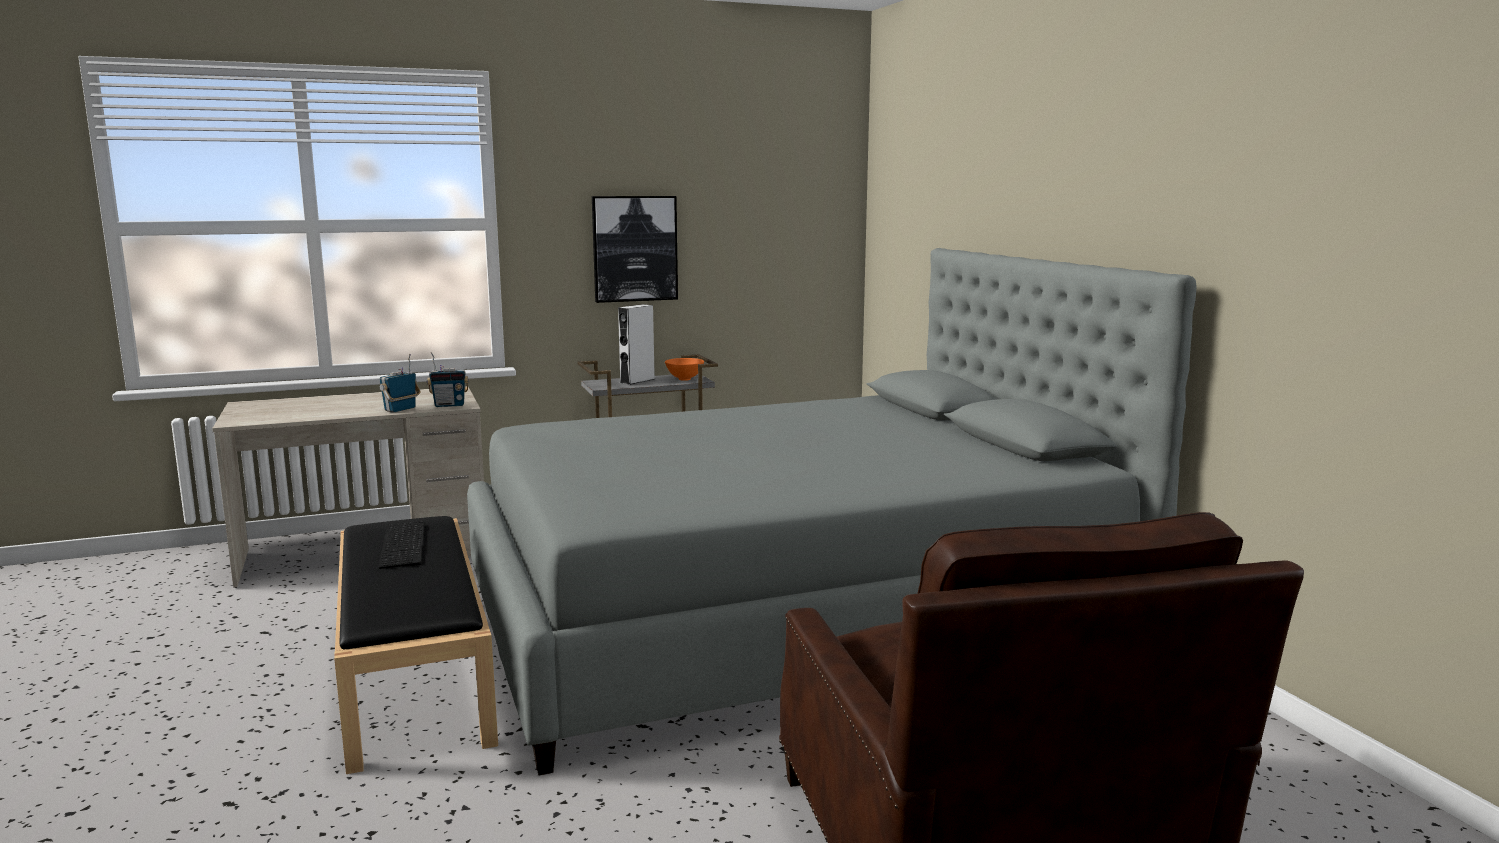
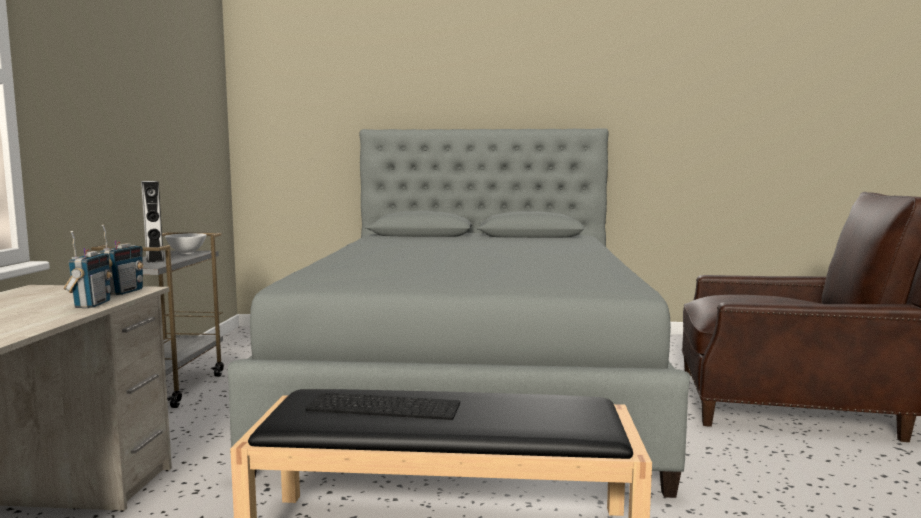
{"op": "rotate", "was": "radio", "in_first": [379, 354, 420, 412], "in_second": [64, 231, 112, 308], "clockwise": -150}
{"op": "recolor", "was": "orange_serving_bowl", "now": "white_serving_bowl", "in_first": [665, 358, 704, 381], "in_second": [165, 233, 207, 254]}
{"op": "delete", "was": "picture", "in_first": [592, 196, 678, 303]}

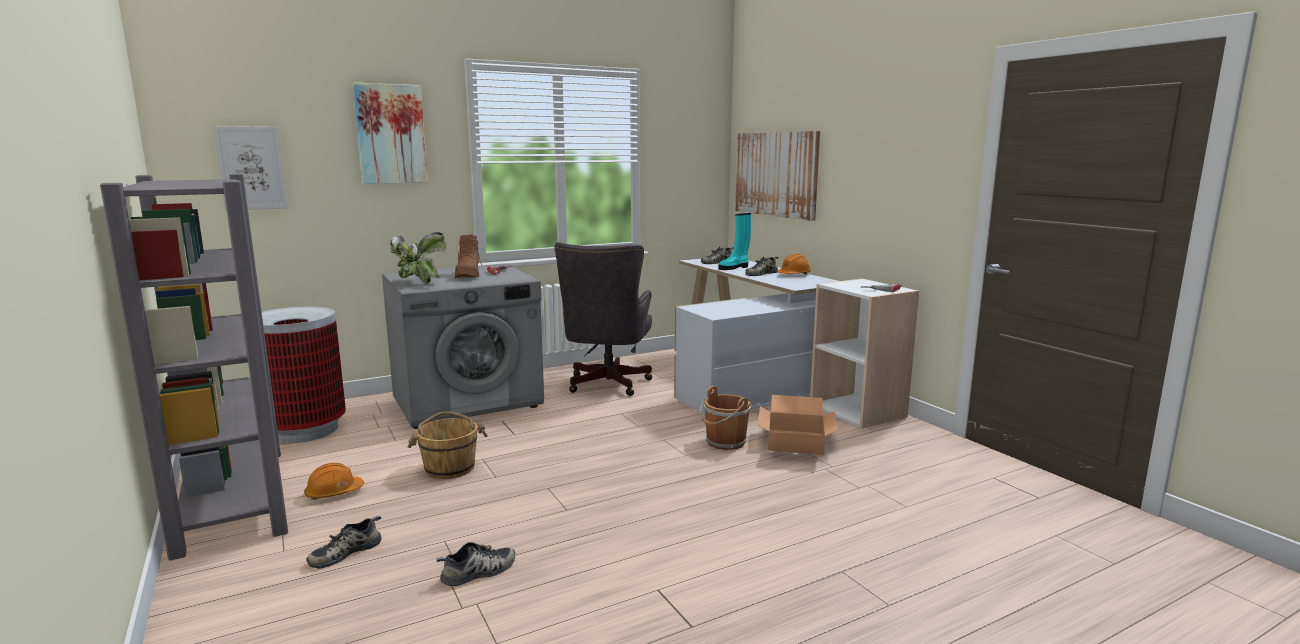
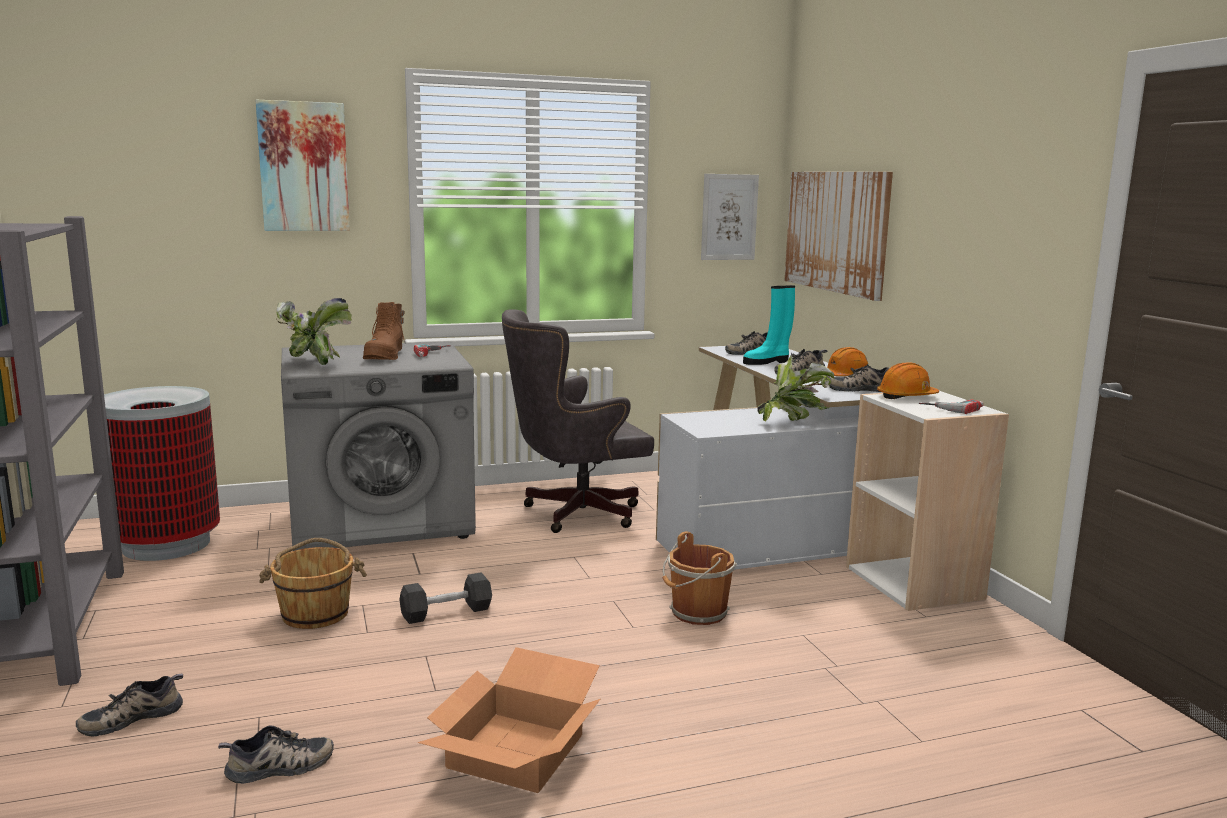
{"op": "insert", "now": "black_free_weight", "in_second": [400, 572, 492, 624]}
{"op": "move", "was": "packing_box", "in_first": [758, 395, 838, 455], "in_second": [418, 647, 600, 793]}
{"op": "rotate", "was": "grey_computer_chair", "in_first": [554, 242, 652, 396], "in_second": [502, 310, 654, 533], "clockwise": 45}
{"op": "move", "was": "picture", "in_first": [213, 126, 288, 211], "in_second": [701, 174, 759, 260]}
{"op": "insert", "now": "potted_plant", "in_second": [758, 352, 834, 422]}
{"op": "insert", "now": "low_shoe", "in_second": [829, 364, 889, 392]}
{"op": "move", "was": "orange_safety_helmet", "in_first": [304, 463, 364, 500], "in_second": [877, 362, 939, 399]}

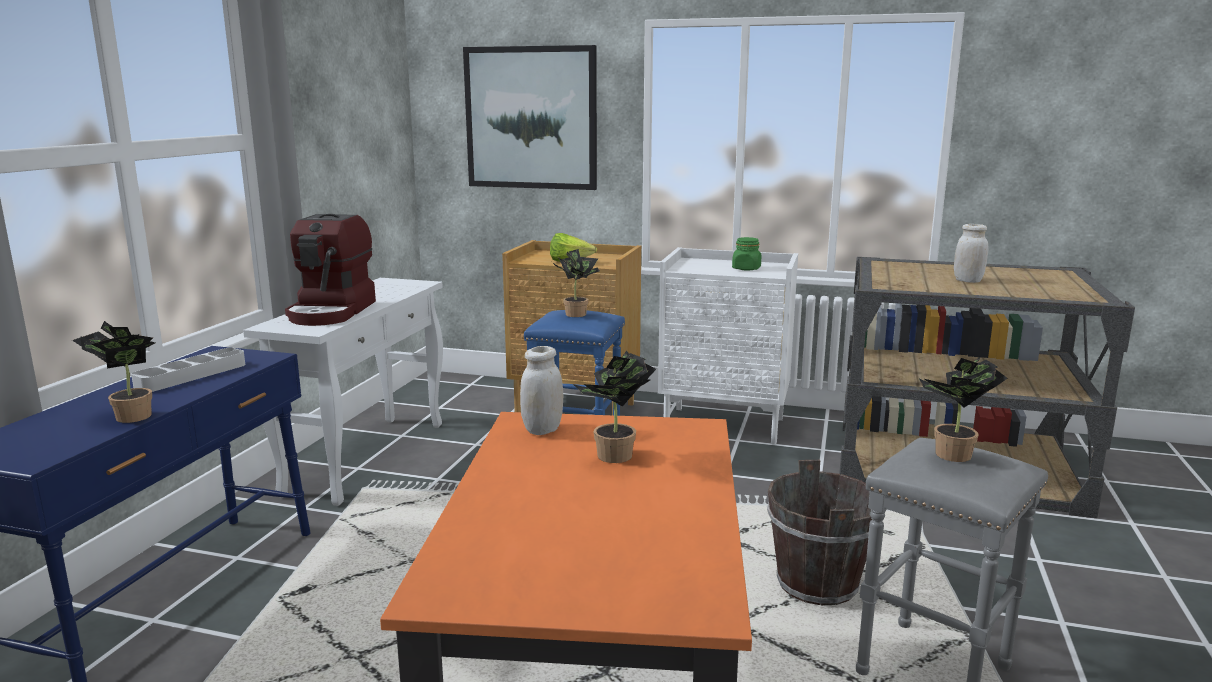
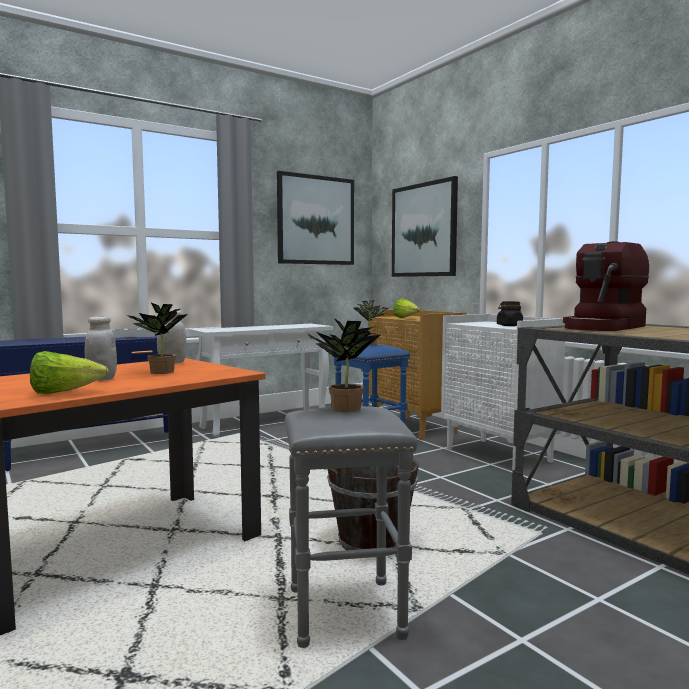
{"op": "insert", "now": "lettuce", "in_second": [30, 351, 109, 394]}
{"op": "move", "was": "white_preserve_jar", "in_first": [954, 224, 989, 283], "in_second": [85, 316, 117, 381]}
{"op": "insert", "now": "picture", "in_second": [277, 171, 354, 265]}
{"op": "recolor", "was": "green_preserve_jar", "now": "black_preserve_jar", "in_first": [732, 237, 761, 271], "in_second": [497, 301, 523, 326]}
{"op": "move", "was": "coffee_brewer", "in_first": [285, 214, 376, 326], "in_second": [563, 241, 649, 331]}
{"op": "delete", "was": "potted_plant", "in_first": [72, 321, 155, 423]}

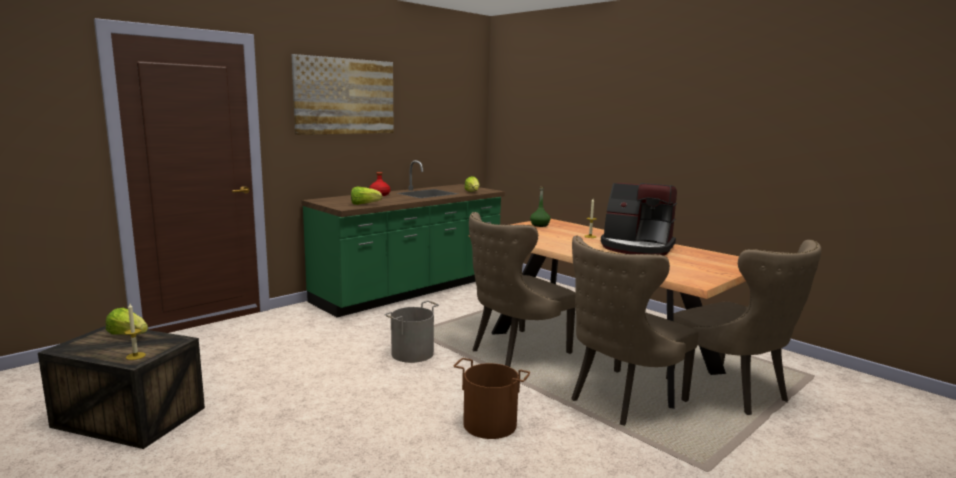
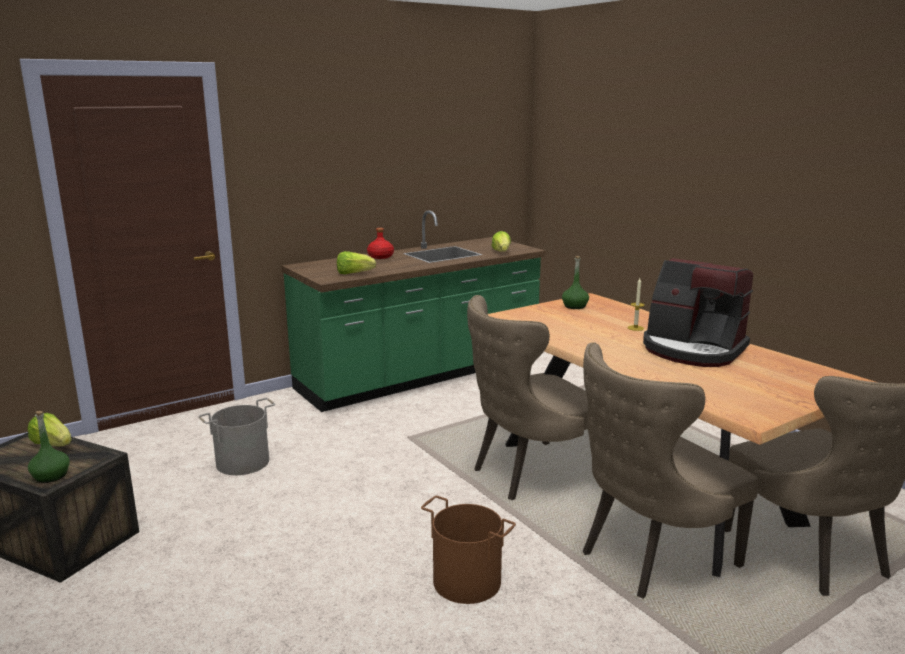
{"op": "replace", "was": "wax_light", "now": "green_drink_bottle", "in_first": [124, 304, 146, 360], "in_second": [28, 411, 70, 483]}
{"op": "move", "was": "grey_bucket", "in_first": [384, 301, 439, 363], "in_second": [198, 398, 275, 475]}
{"op": "delete", "was": "picture", "in_first": [291, 54, 394, 135]}

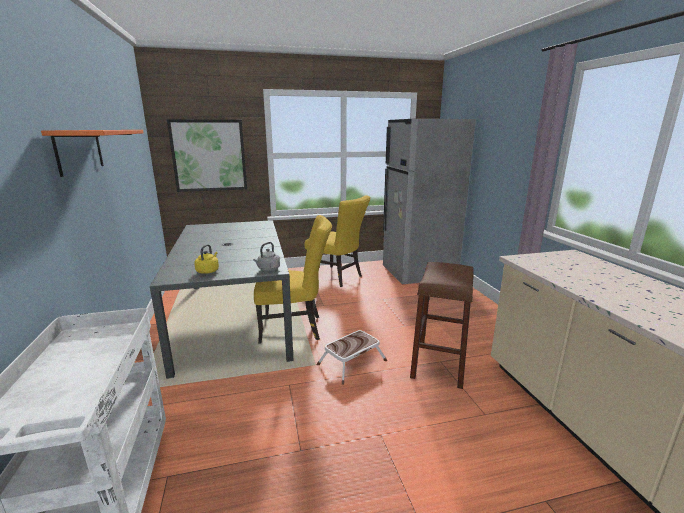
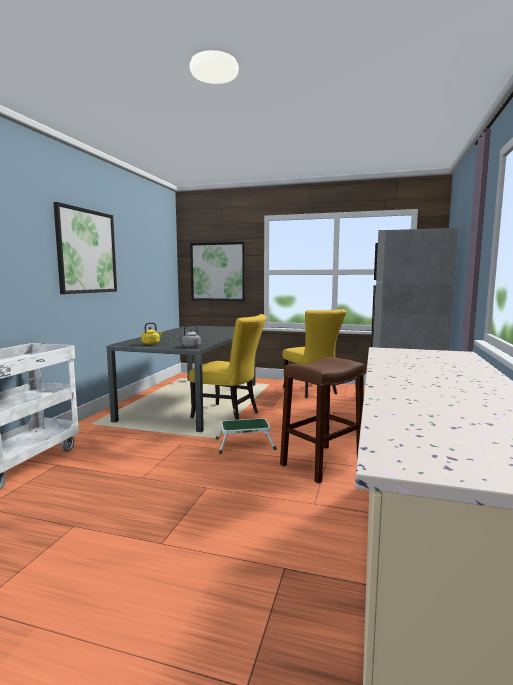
{"op": "replace", "was": "orange_bracket_shelf", "now": "picture", "in_first": [41, 130, 144, 177], "in_second": [53, 202, 117, 294]}
{"op": "recolor", "was": "brown-coloured_step_ladder", "now": "green_step_ladder", "in_first": [317, 330, 387, 385], "in_second": [216, 418, 277, 454]}

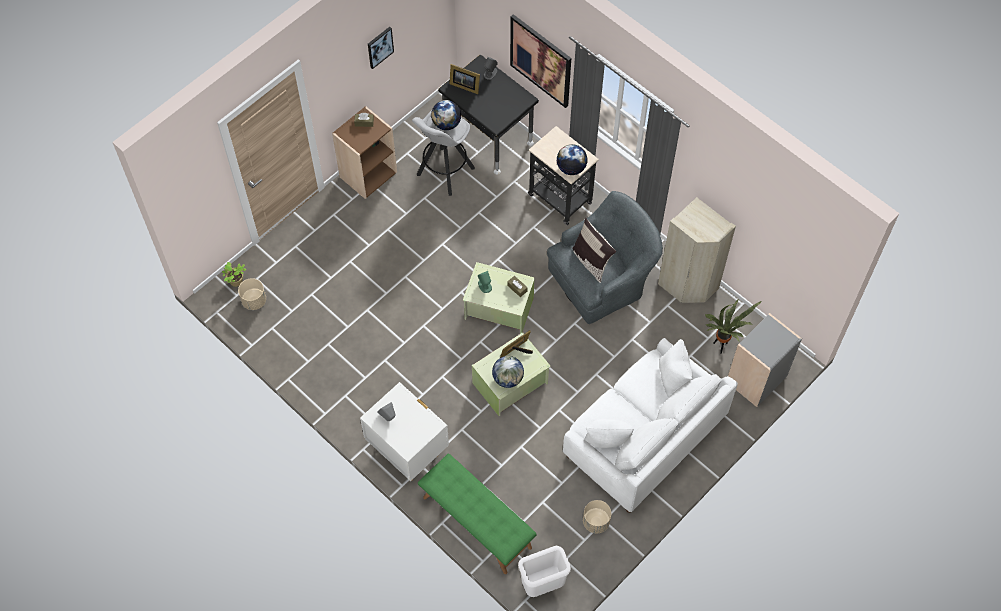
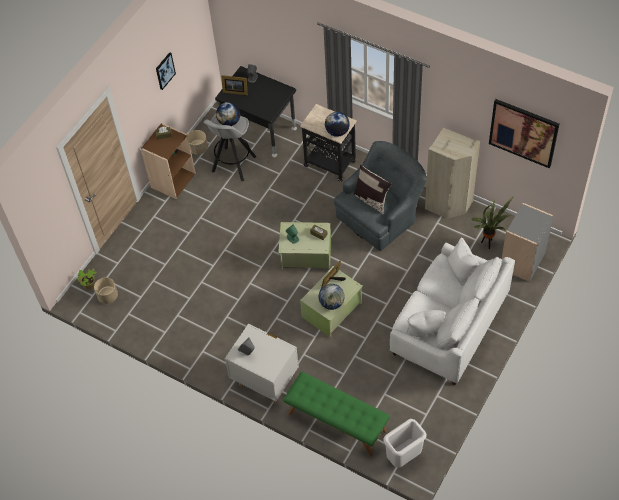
{"op": "move", "was": "beige-coloured_flower_pot", "in_first": [583, 500, 611, 533], "in_second": [188, 130, 208, 155]}
{"op": "move", "was": "picture", "in_first": [510, 14, 571, 108], "in_second": [489, 99, 559, 169]}

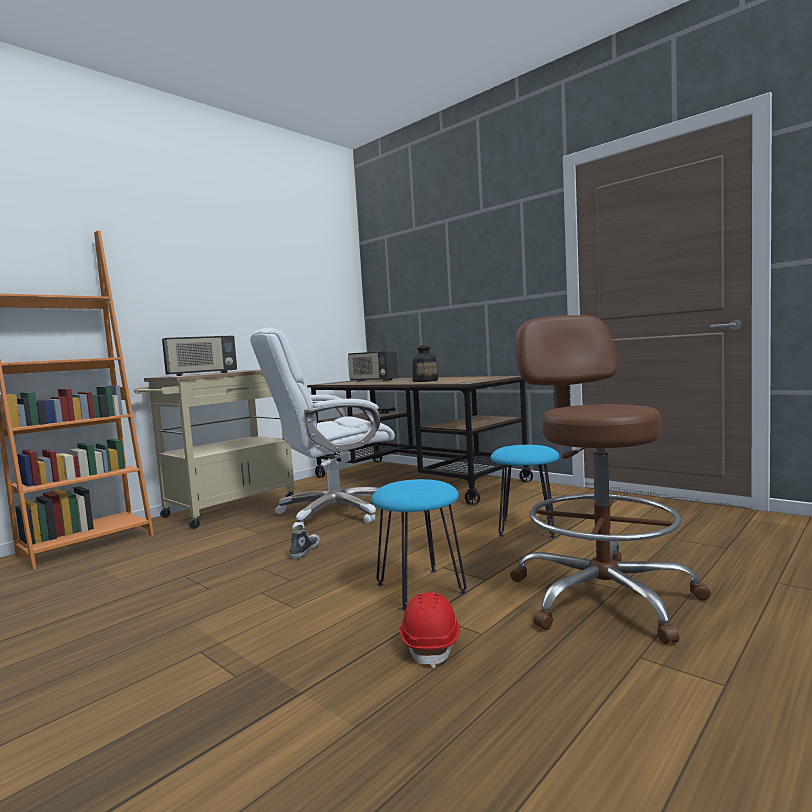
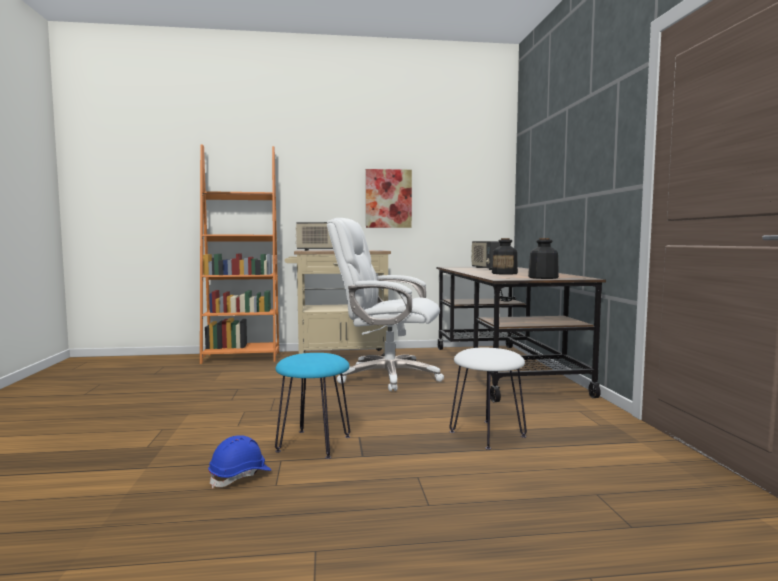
{"op": "recolor", "was": "reddish_safety_helmet", "now": "bluish_safety_helmet", "in_first": [400, 592, 460, 668], "in_second": [208, 435, 271, 489]}
{"op": "insert", "now": "picture", "in_second": [366, 169, 412, 228]}
{"op": "recolor", "was": "blue-green_stool_seat", "now": "white_stool_seat", "in_first": [491, 445, 559, 538], "in_second": [449, 348, 527, 450]}
{"op": "insert", "now": "drink_bottle", "in_second": [528, 238, 559, 279]}
{"op": "delete", "was": "low_shoe", "in_first": [290, 525, 320, 559]}
{"op": "delete", "was": "brown-coloured_stool_seat", "in_first": [510, 315, 711, 644]}

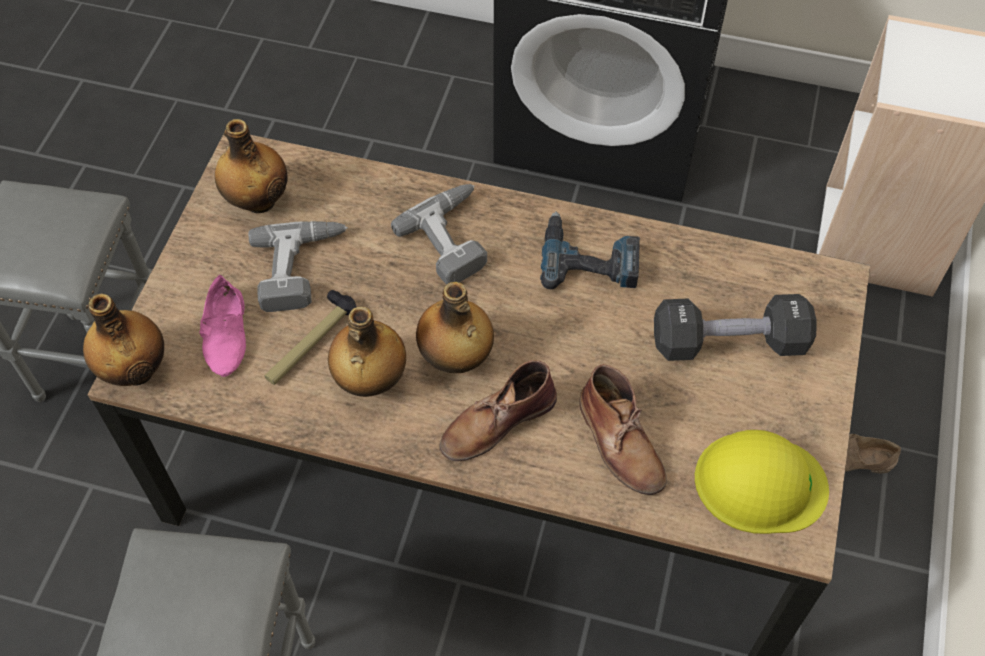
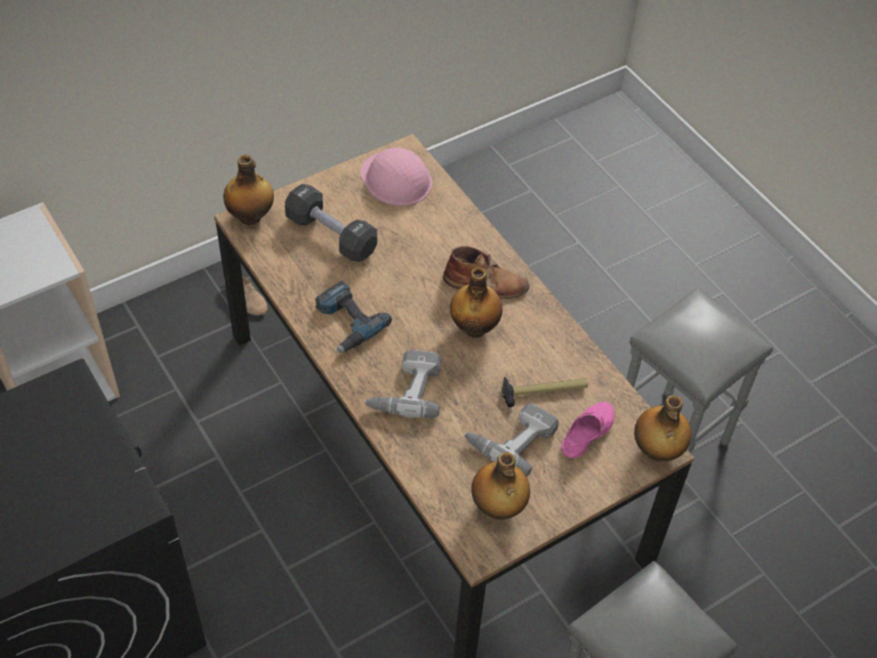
{"op": "move", "was": "drink_bottle", "in_first": [328, 307, 406, 397], "in_second": [223, 155, 274, 225]}
{"op": "recolor", "was": "yellowish_safety_helmet", "now": "pink-coloured_safety_helmet", "in_first": [695, 430, 829, 534], "in_second": [360, 148, 432, 206]}
{"op": "delete", "was": "brown-coloured_tall_boot", "in_first": [580, 364, 667, 495]}

